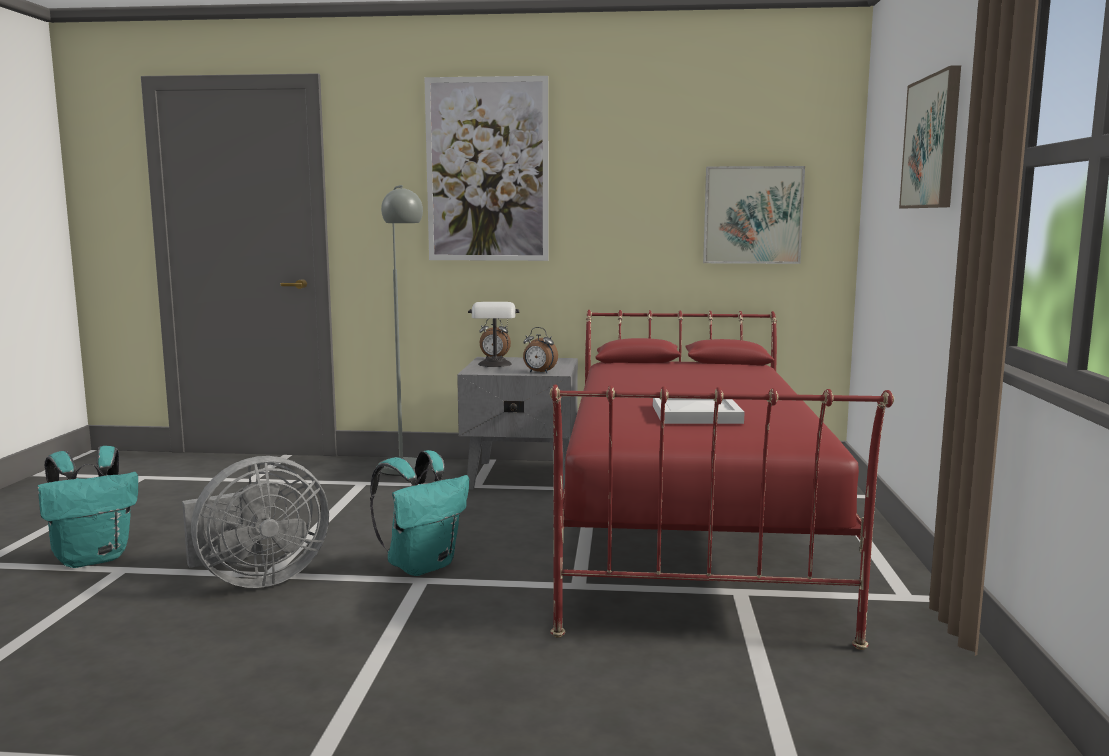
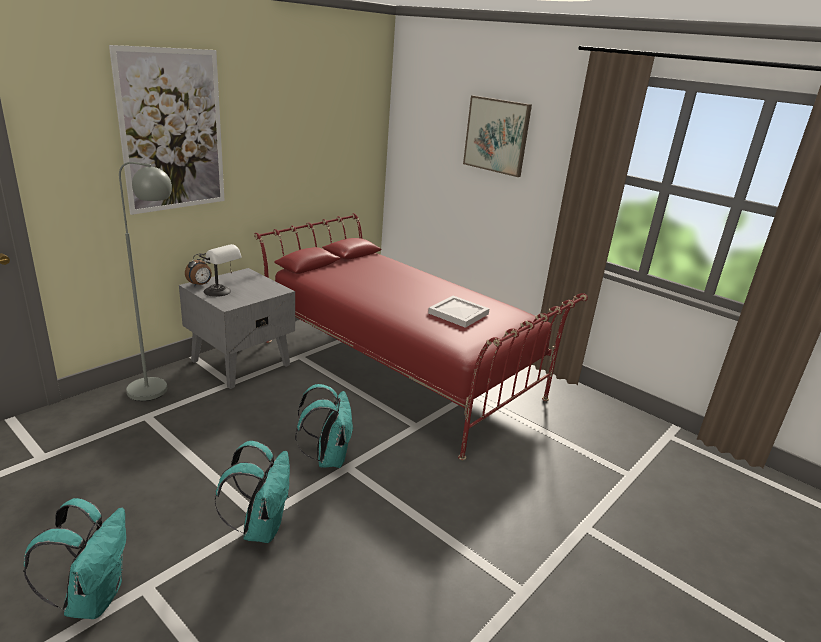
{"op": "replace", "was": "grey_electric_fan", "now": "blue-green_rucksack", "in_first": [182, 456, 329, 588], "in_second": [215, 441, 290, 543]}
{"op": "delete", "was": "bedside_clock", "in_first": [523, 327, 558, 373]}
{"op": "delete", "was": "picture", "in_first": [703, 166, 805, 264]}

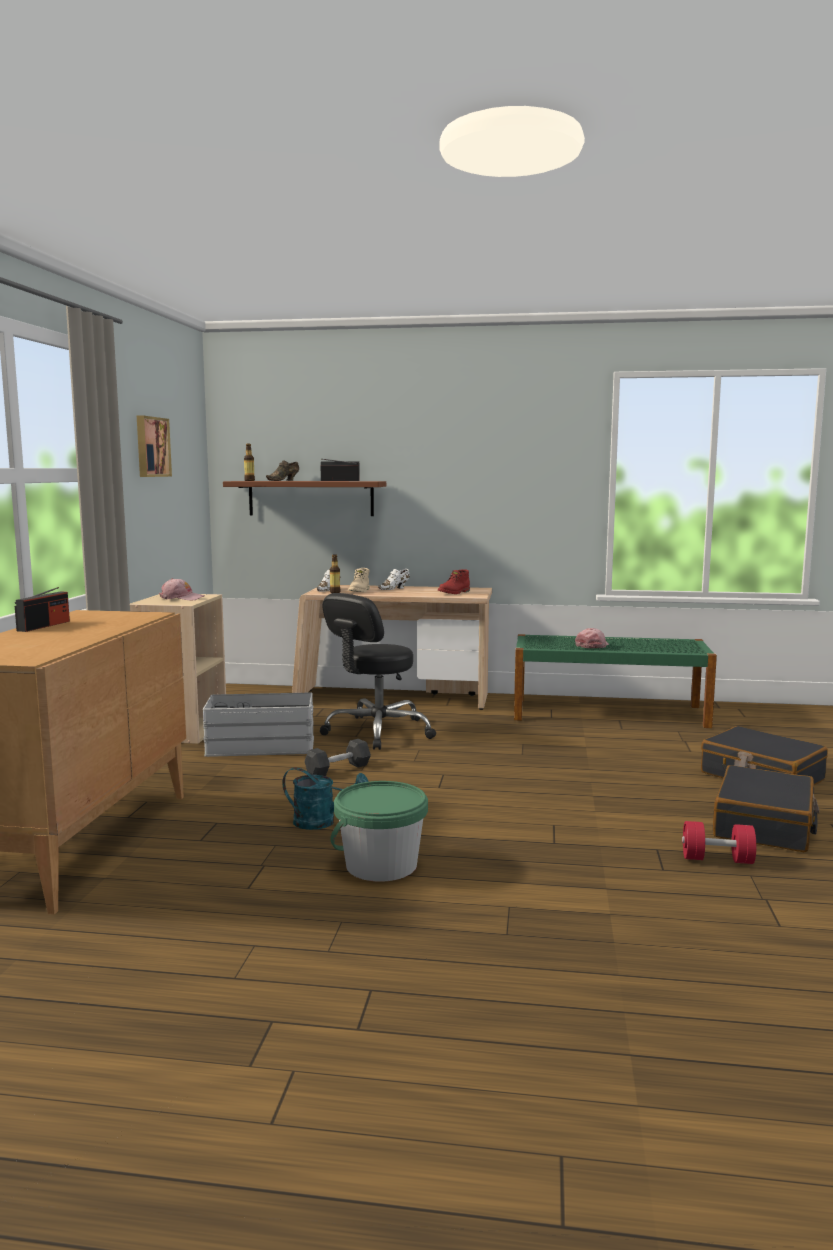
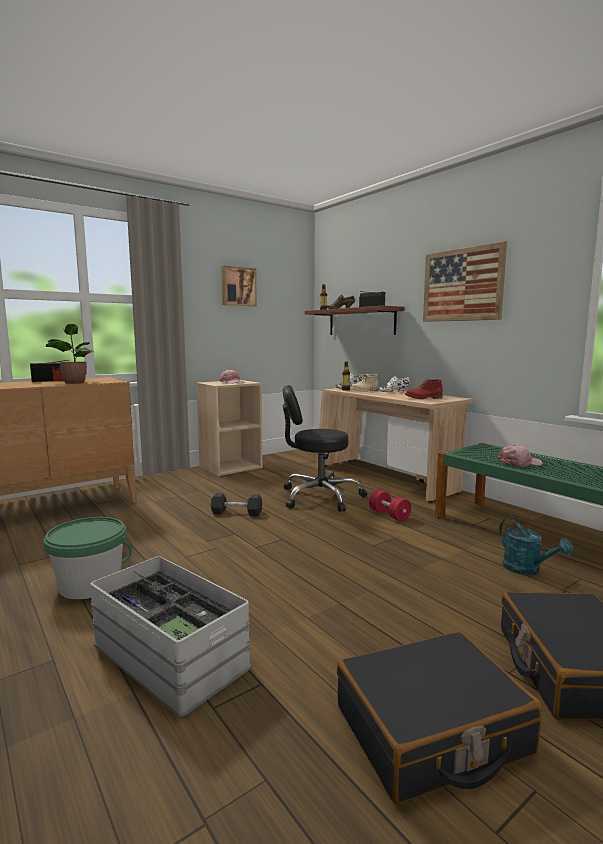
{"op": "insert", "now": "potted_plant", "in_second": [46, 324, 95, 384]}
{"op": "move", "was": "grey_storage_bin", "in_first": [203, 693, 314, 757], "in_second": [90, 556, 251, 717]}
{"op": "move", "was": "reddish_free_weight", "in_first": [682, 821, 756, 864], "in_second": [369, 490, 411, 521]}
{"op": "insert", "now": "picture", "in_second": [423, 241, 507, 322]}
{"op": "move", "was": "blue-green_watering_can", "in_first": [282, 767, 369, 830], "in_second": [499, 518, 573, 575]}

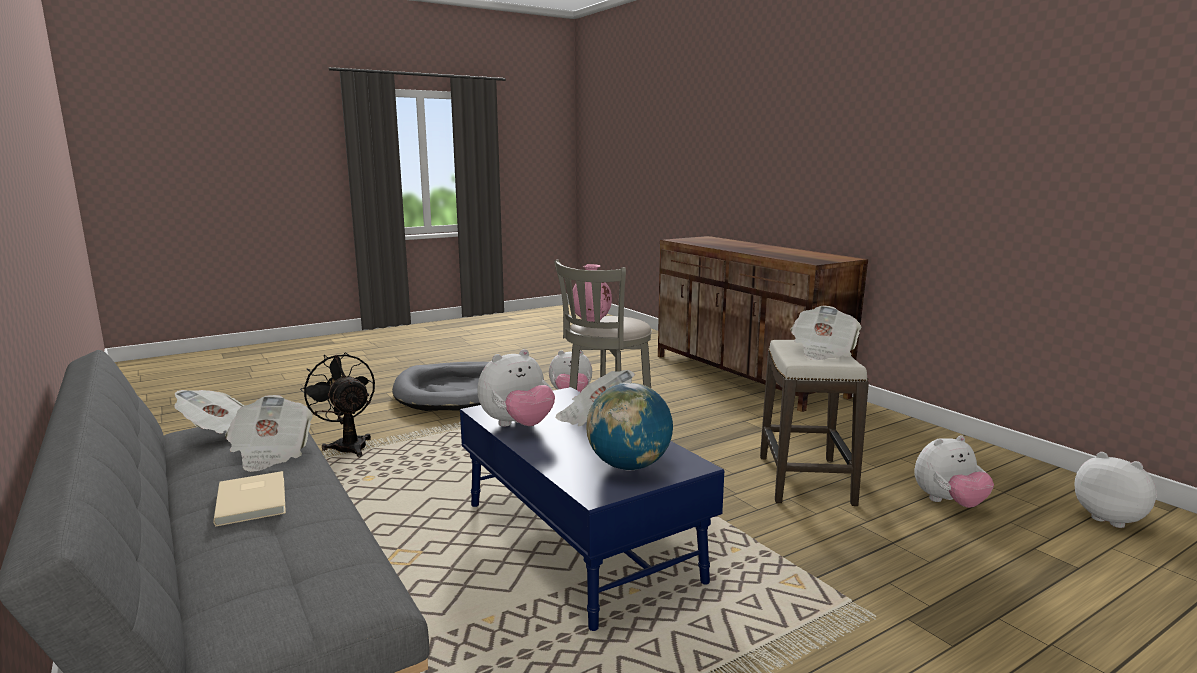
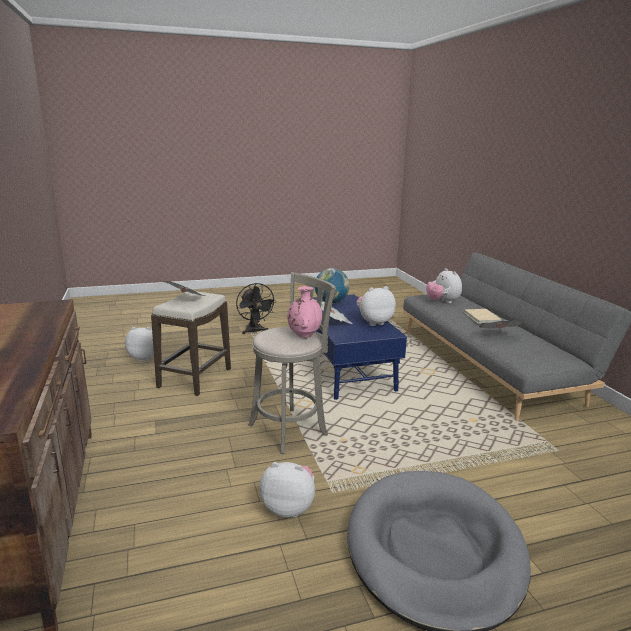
{"op": "move", "was": "black_electric_fan", "in_first": [300, 352, 375, 457], "in_second": [236, 283, 275, 334]}
{"op": "move", "was": "plush_toy", "in_first": [1074, 452, 1157, 528], "in_second": [426, 268, 462, 304]}
{"op": "delete", "was": "newspaper", "in_first": [174, 390, 245, 434]}

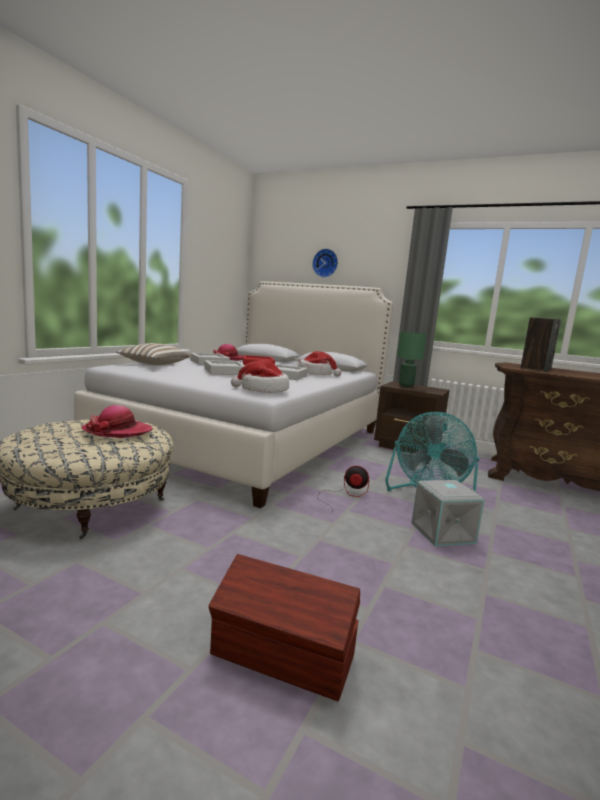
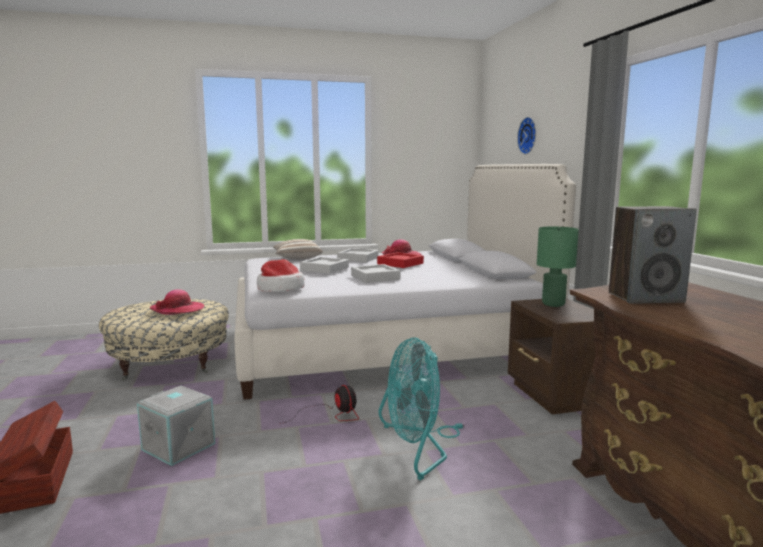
{"op": "move", "was": "grey_storage_bin", "in_first": [411, 480, 484, 546], "in_second": [137, 386, 215, 466]}
{"op": "delete", "was": "wearable_hat", "in_first": [298, 351, 341, 377]}

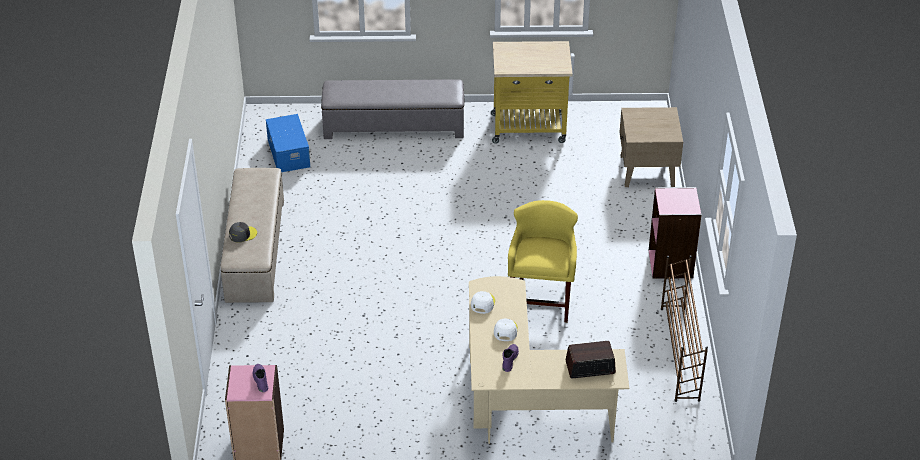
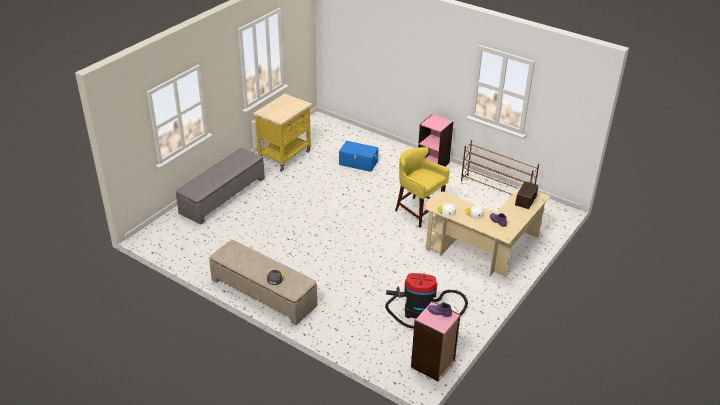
{"op": "move", "was": "bluish_storage_bin", "in_first": [266, 114, 310, 172], "in_second": [339, 141, 379, 172]}
{"op": "insert", "now": "hoover", "in_second": [385, 273, 468, 329]}
{"op": "delete", "was": "beige-coloured_bedside_table", "in_first": [620, 107, 683, 187]}

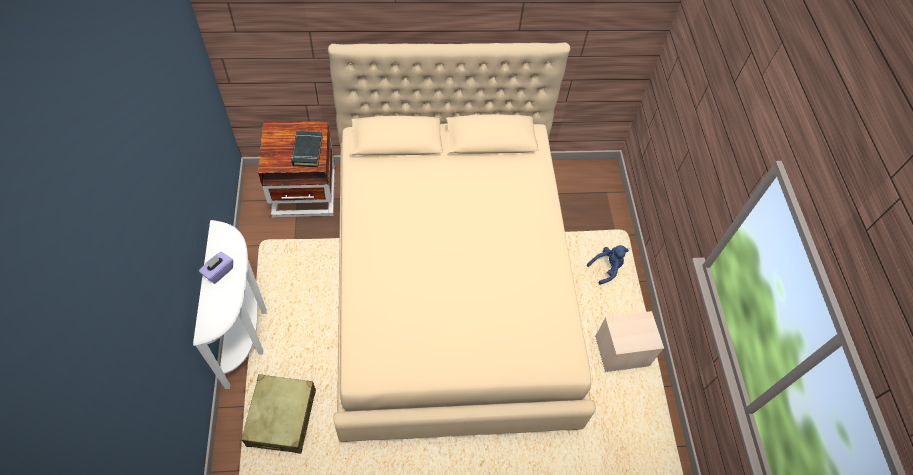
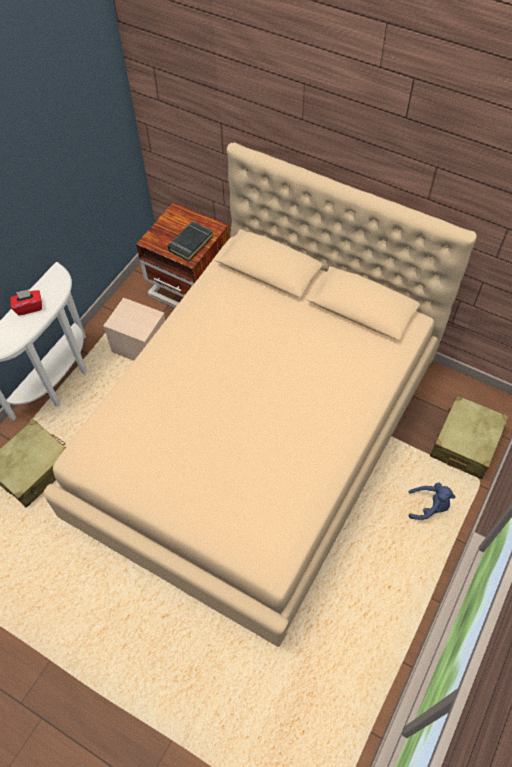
{"op": "recolor", "was": "purplish_tissue_box", "now": "reddish_tissue_box", "in_first": [199, 252, 233, 284], "in_second": [10, 289, 42, 316]}
{"op": "move", "was": "beige-coloured_storage_bin", "in_first": [595, 311, 664, 372], "in_second": [103, 298, 165, 361]}
{"op": "insert", "now": "beige-coloured_travel_case", "in_second": [430, 395, 509, 479]}

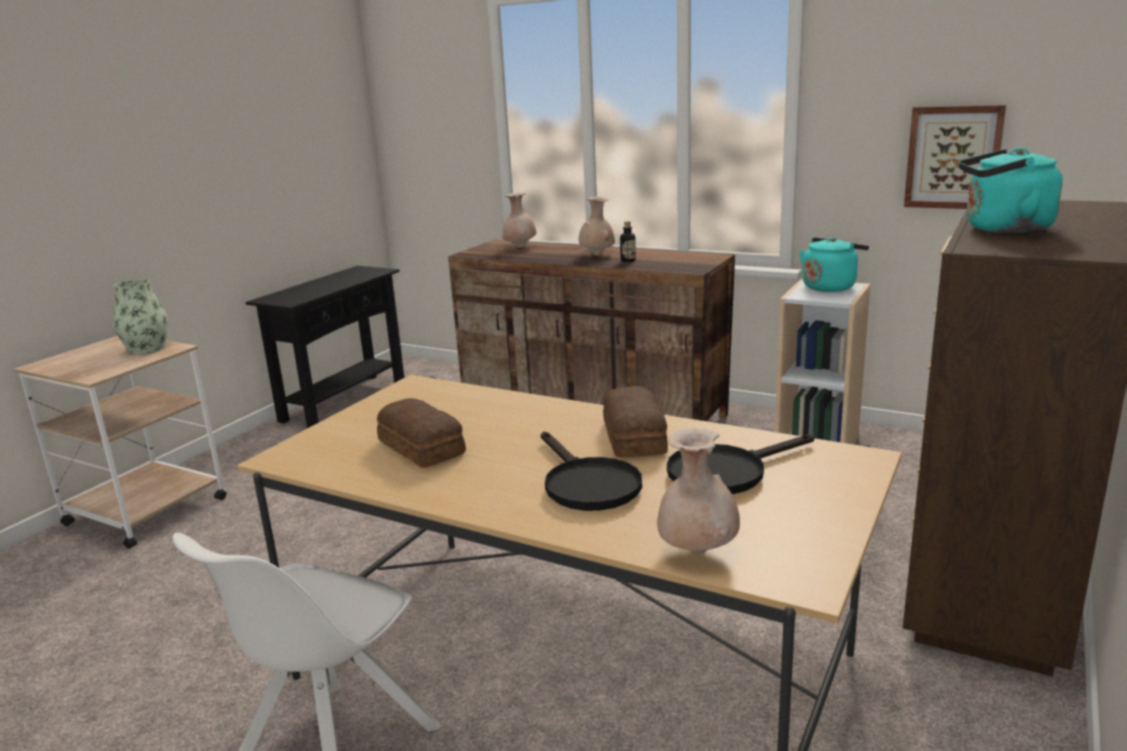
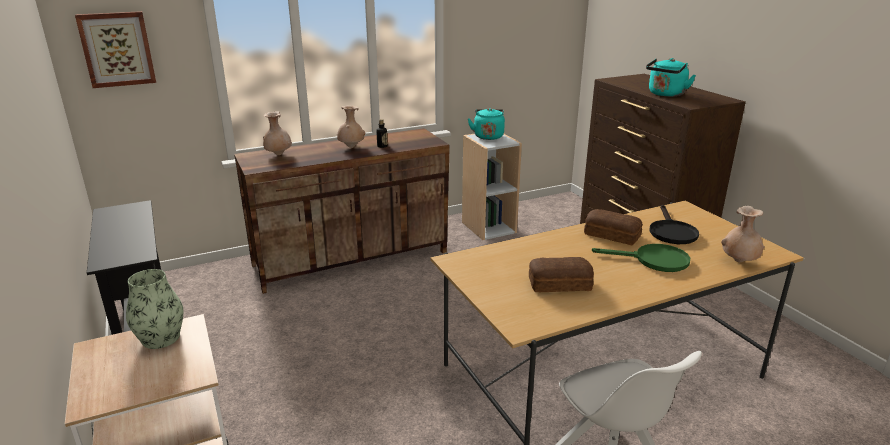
{"op": "move", "was": "picture", "in_first": [904, 105, 1006, 209], "in_second": [75, 11, 156, 88]}
{"op": "recolor", "was": "black_pan", "now": "green_pan", "in_first": [541, 431, 642, 511], "in_second": [592, 244, 690, 272]}

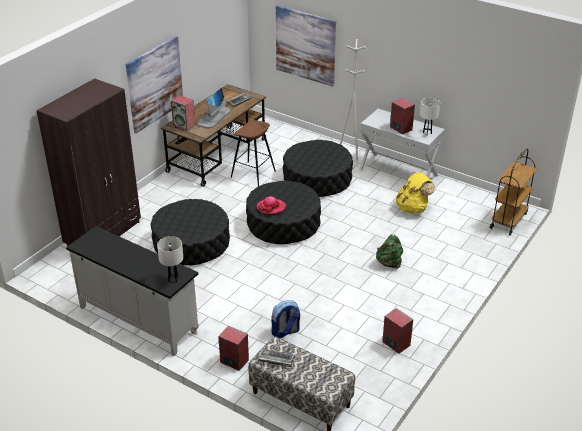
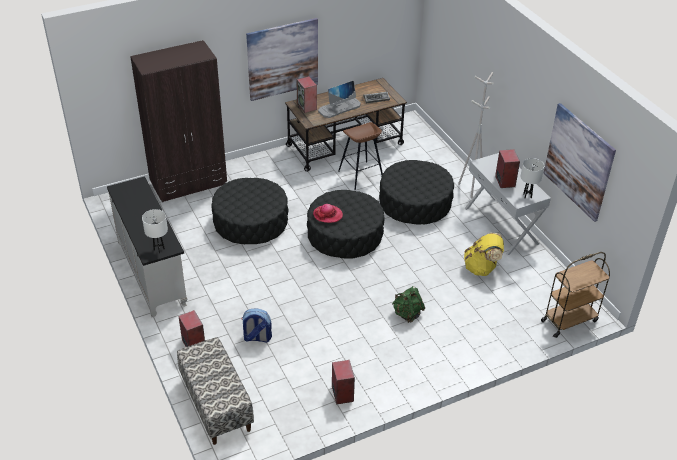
{"op": "move", "was": "picture", "in_first": [276, 6, 336, 87], "in_second": [544, 103, 616, 222]}
{"op": "delete", "was": "computer_keyboard", "in_first": [258, 349, 295, 367]}

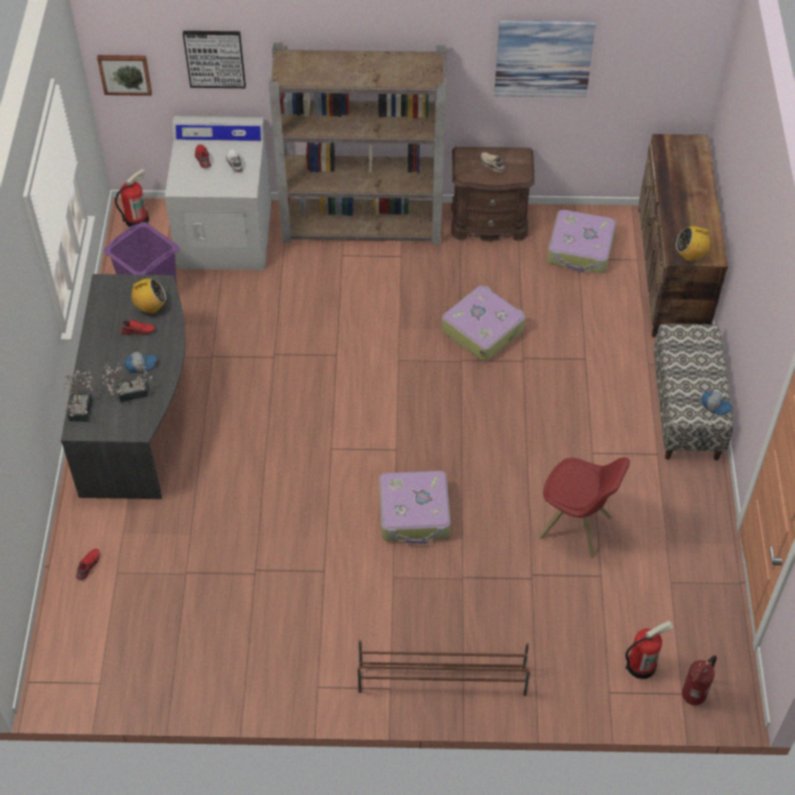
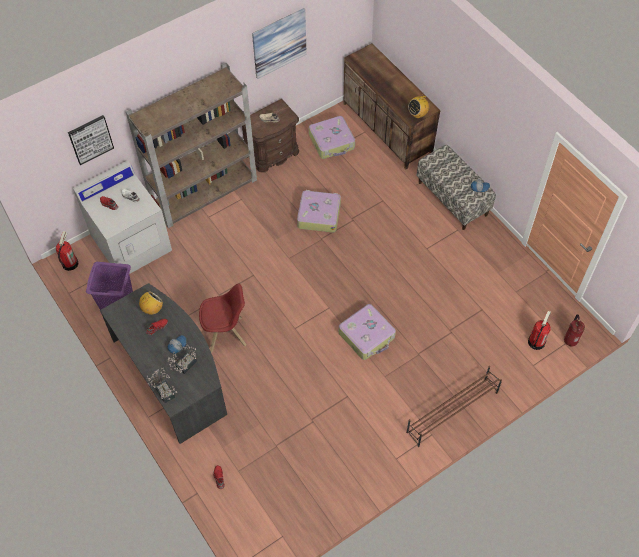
{"op": "move", "was": "reddish_upright_chair", "in_first": [538, 457, 630, 558], "in_second": [199, 283, 247, 353]}
{"op": "delete", "was": "picture", "in_first": [97, 55, 152, 96]}

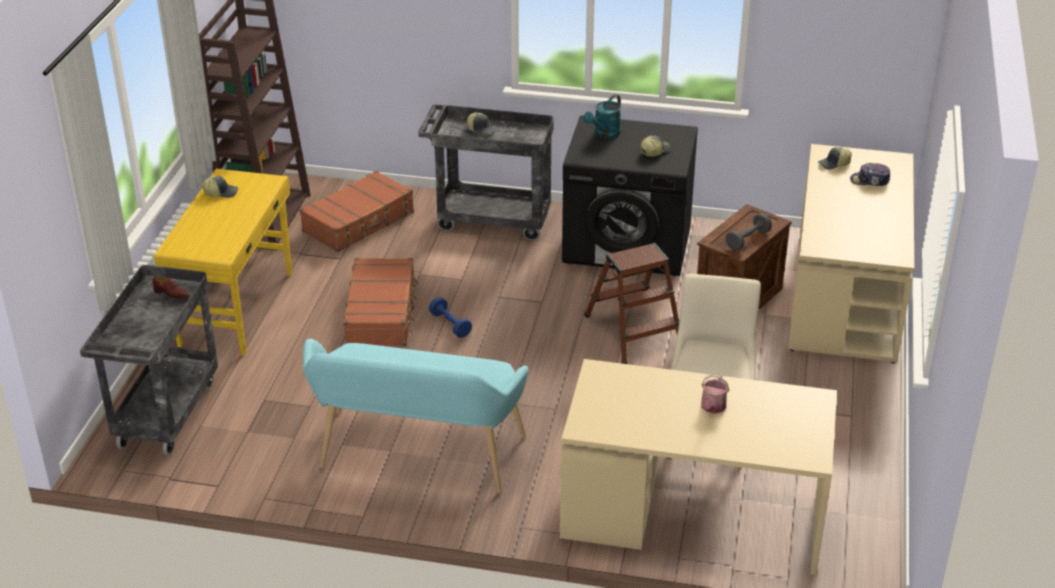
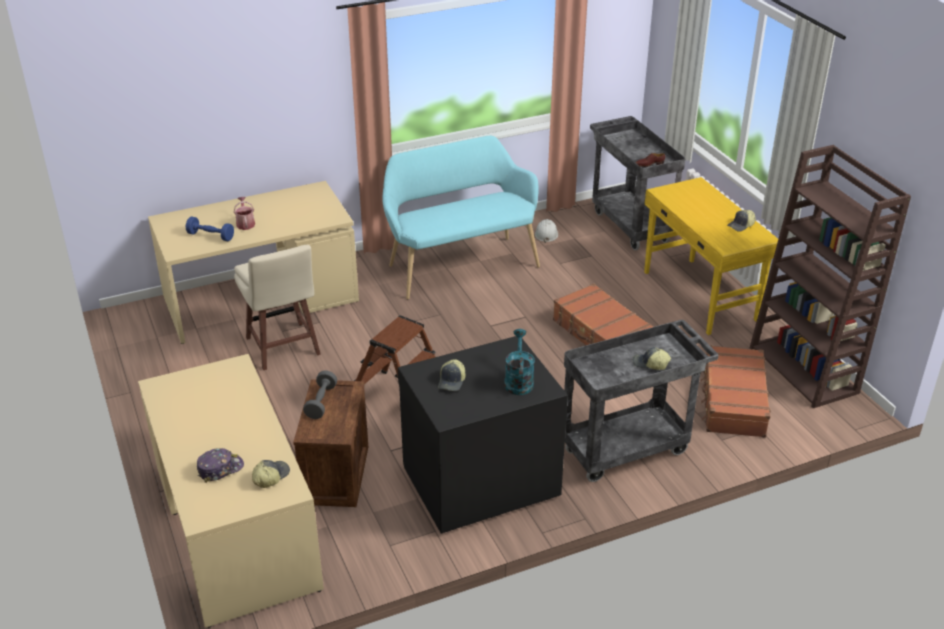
{"op": "move", "was": "bluish_free_weight", "in_first": [429, 297, 472, 338], "in_second": [186, 217, 234, 241]}
{"op": "insert", "now": "white_safety_helmet", "in_second": [535, 219, 558, 243]}

